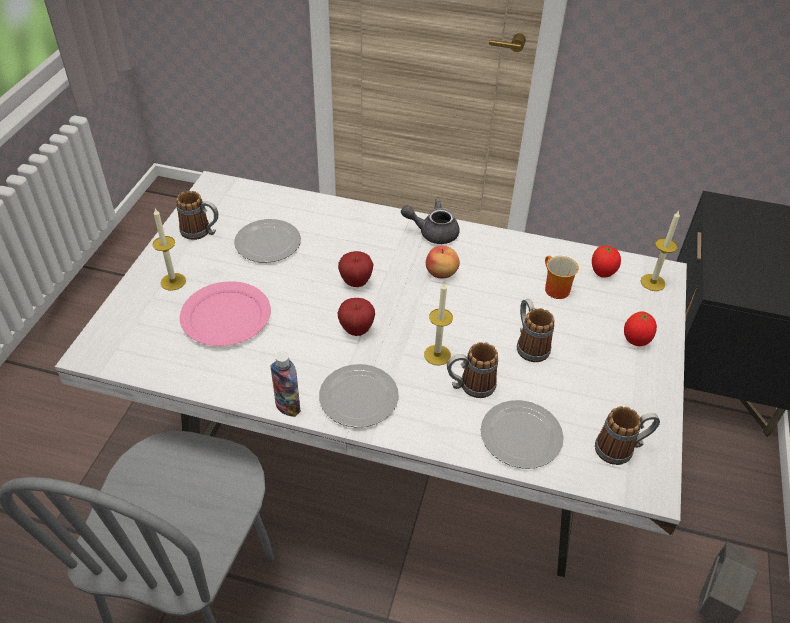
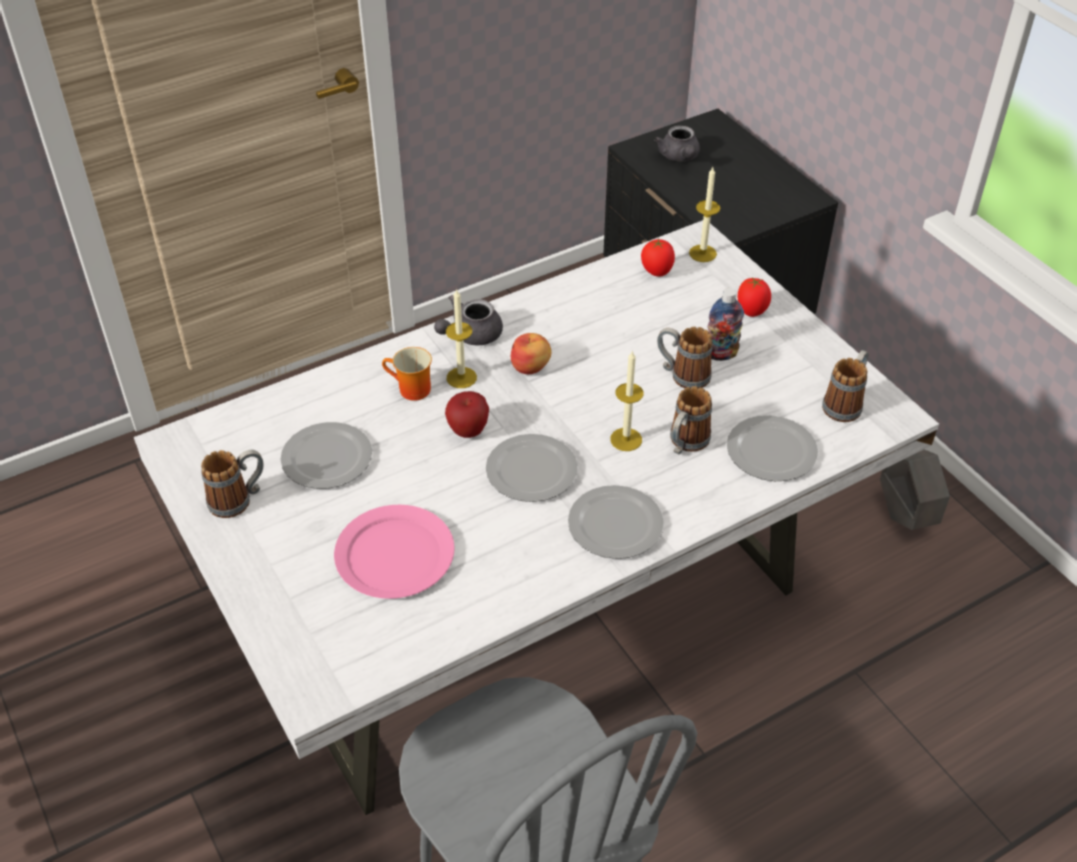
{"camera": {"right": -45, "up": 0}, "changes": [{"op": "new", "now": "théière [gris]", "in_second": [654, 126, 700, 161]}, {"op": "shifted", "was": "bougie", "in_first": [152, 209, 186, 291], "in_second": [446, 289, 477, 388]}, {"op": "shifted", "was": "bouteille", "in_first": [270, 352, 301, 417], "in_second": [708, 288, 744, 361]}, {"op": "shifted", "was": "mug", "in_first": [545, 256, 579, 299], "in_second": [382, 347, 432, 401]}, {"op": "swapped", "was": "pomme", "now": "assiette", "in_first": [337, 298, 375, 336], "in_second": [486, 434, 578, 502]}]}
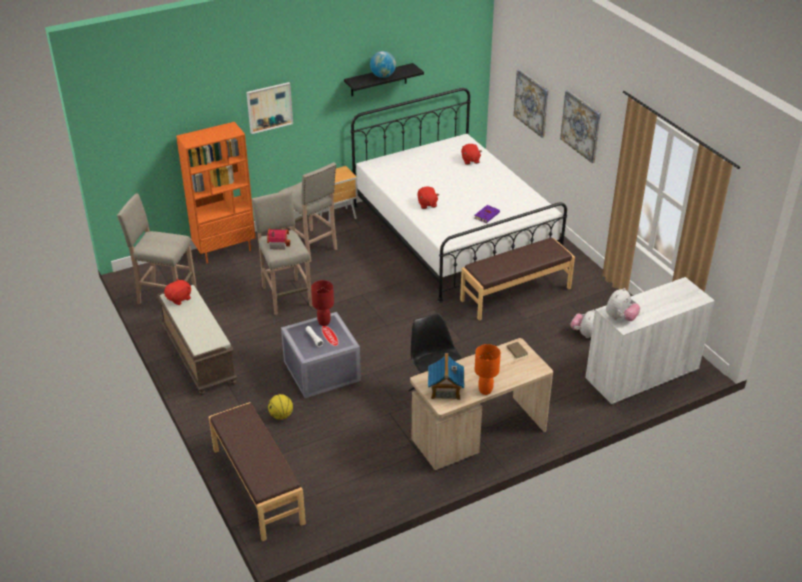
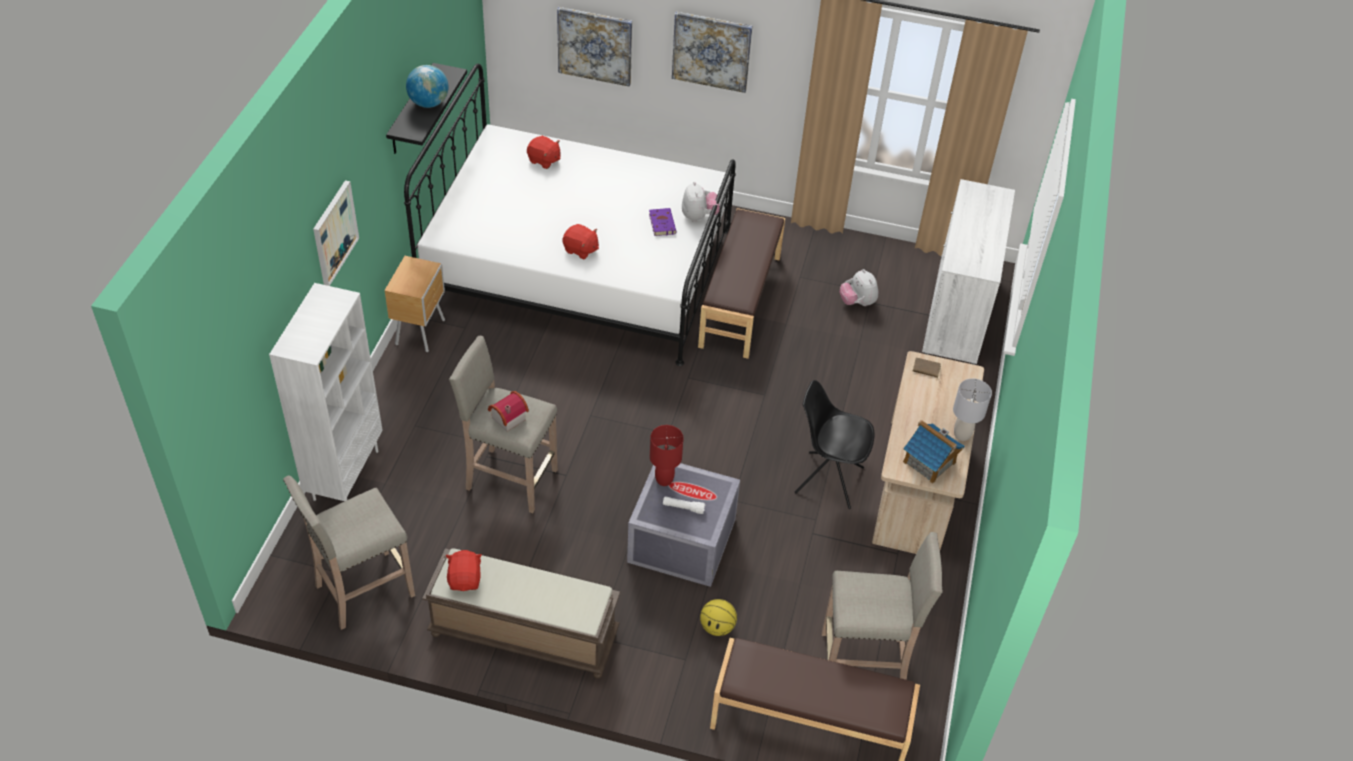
{"camera": {"right": -50, "up": 10}, "changes": [{"op": "shifted", "was": "tabouret [beige]", "in_first": [278, 162, 337, 262], "in_second": [822, 532, 943, 680]}, {"op": "shifted", "was": "peluche", "in_first": [606, 288, 640, 321], "in_second": [682, 182, 720, 222]}, {"op": "repainted", "was": "bibliothèque [orange]", "now": "bibliothèque [blanc]", "in_first": [176, 122, 256, 263], "in_second": [269, 283, 383, 501]}, {"op": "repainted", "was": "lampe de table [orange]", "now": "lampe de table [gris]", "in_first": [475, 344, 501, 395], "in_second": [953, 378, 992, 441]}]}
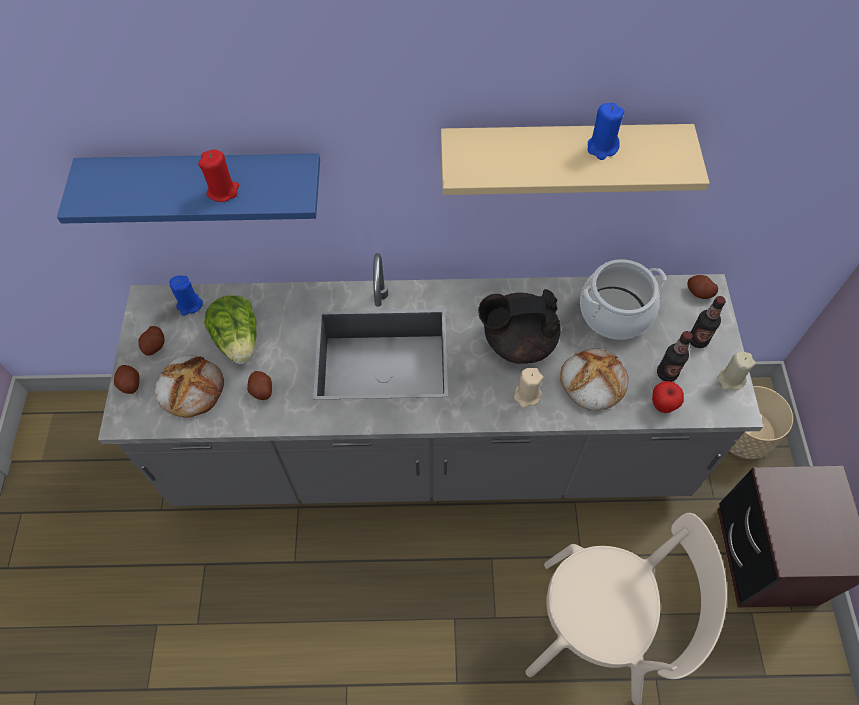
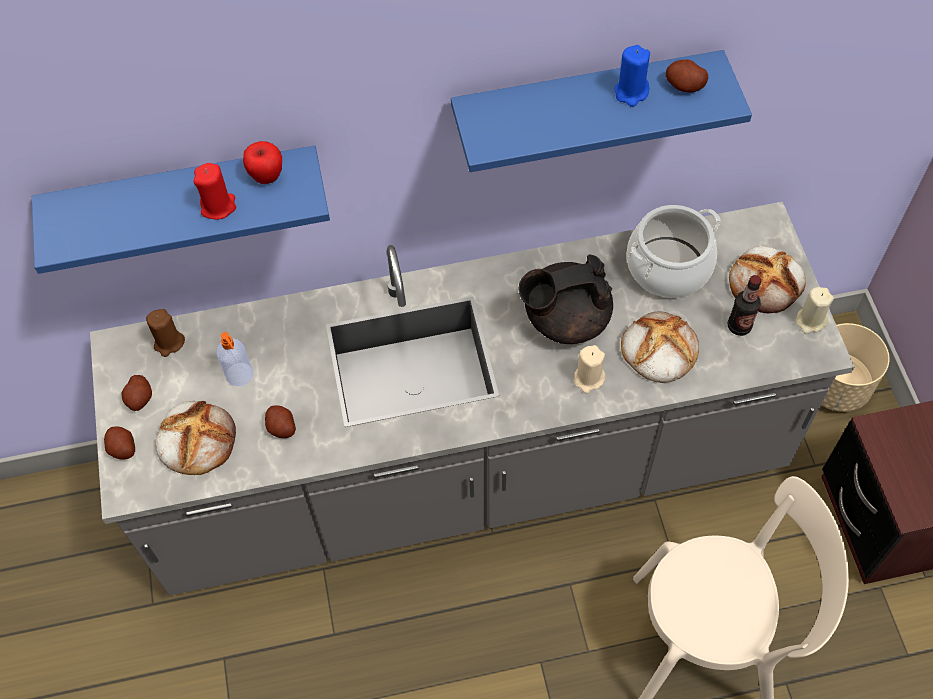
{"camera": {"right": -10, "up": 0}, "changes": [{"op": "shifted", "was": "pomme", "in_first": [652, 381, 684, 413], "in_second": [243, 141, 282, 184]}, {"op": "shifted", "was": "pomme de terre", "in_first": [687, 275, 718, 299], "in_second": [666, 60, 708, 93]}, {"op": "swapped", "was": "laitue", "now": "distributeur de savon", "in_first": [204, 295, 257, 364], "in_second": [217, 332, 253, 386]}, {"op": "swapped", "was": "bouteille", "now": "pain", "in_first": [690, 296, 726, 348], "in_second": [729, 246, 806, 313]}, {"op": "repainted", "was": "bougie [bleu]", "now": "bougie [marron]", "in_first": [169, 276, 203, 316], "in_second": [146, 309, 185, 357]}, {"op": "repainted", "was": "étagère [beige]", "now": "étagère [bleu]", "in_first": [441, 124, 710, 195], "in_second": [451, 50, 752, 172]}]}
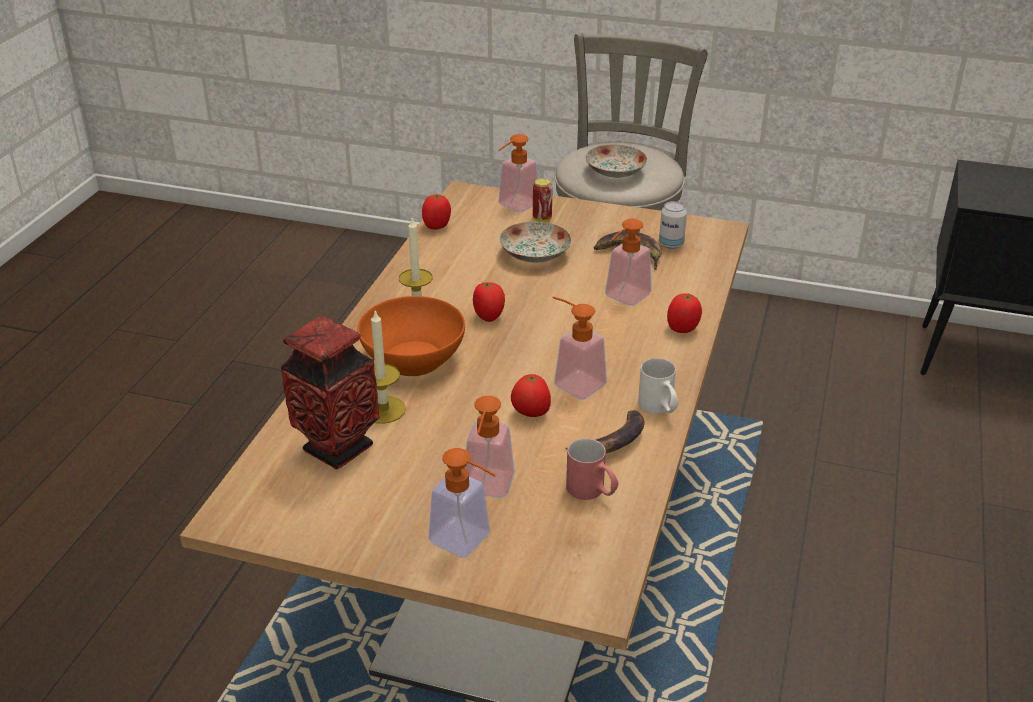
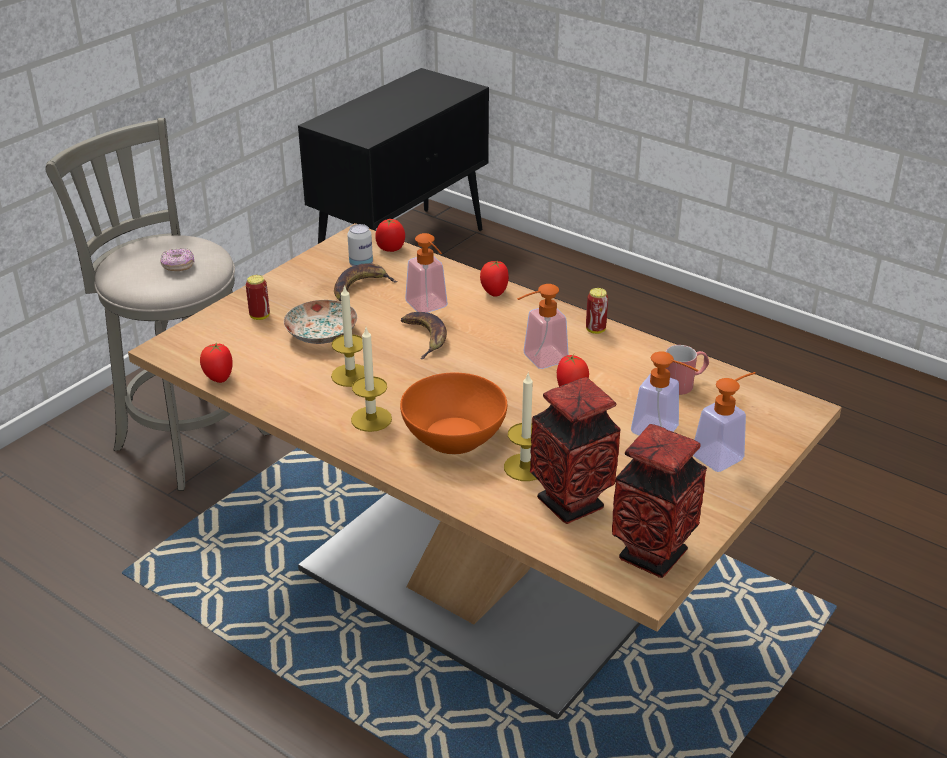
{"camera": {"right": -70, "up": 0}, "changes": [{"op": "gone", "was": "distributeur de savon", "in_first": [498, 134, 538, 212]}, {"op": "new", "now": "bougie", "in_second": [331, 285, 365, 387]}, {"op": "new", "now": "vase", "in_second": [612, 424, 707, 578]}, {"op": "shifted", "was": "tomate", "in_first": [473, 282, 505, 322], "in_second": [375, 219, 405, 252]}, {"op": "shifted", "was": "banane", "in_first": [566, 410, 645, 453], "in_second": [401, 312, 447, 359]}, {"op": "swapped", "was": "assiette", "now": "beignet", "in_first": [585, 145, 647, 178], "in_second": [160, 248, 195, 271]}, {"op": "swapped", "was": "mug [blanc]", "now": "boîte métallique", "in_first": [638, 358, 679, 414], "in_second": [586, 288, 608, 334]}]}
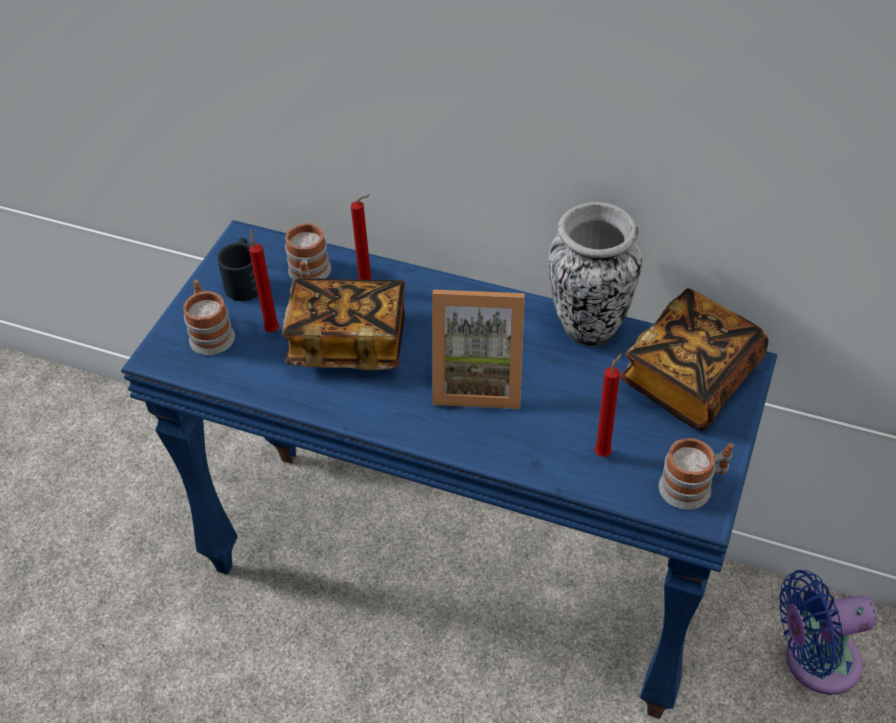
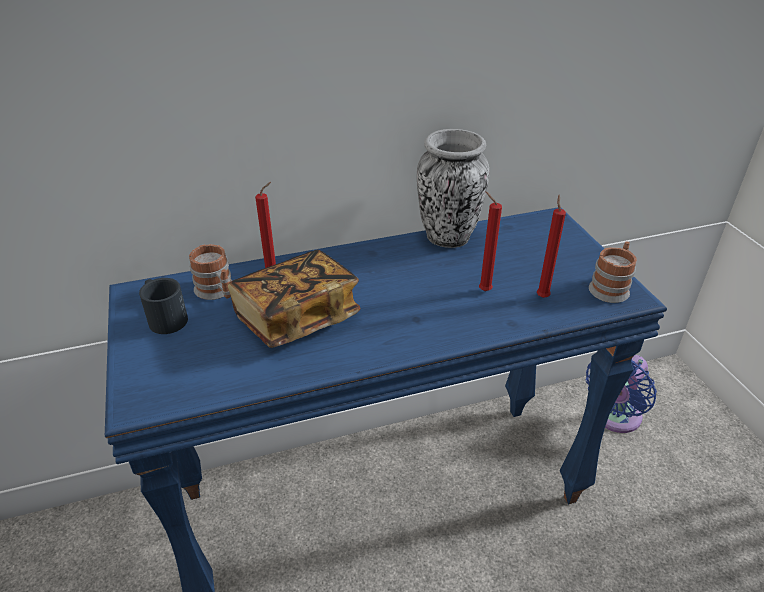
{"camera": {"right": -40, "up": -10}, "changes": [{"op": "gone", "was": "mug", "in_first": [183, 280, 235, 355]}, {"op": "gone", "was": "cadre photo", "in_first": [432, 289, 525, 409]}, {"op": "gone", "was": "livre", "in_first": [620, 288, 768, 430]}, {"op": "shifted", "was": "bougie [rouge]", "in_first": [249, 229, 279, 332], "in_second": [479, 191, 502, 291]}]}
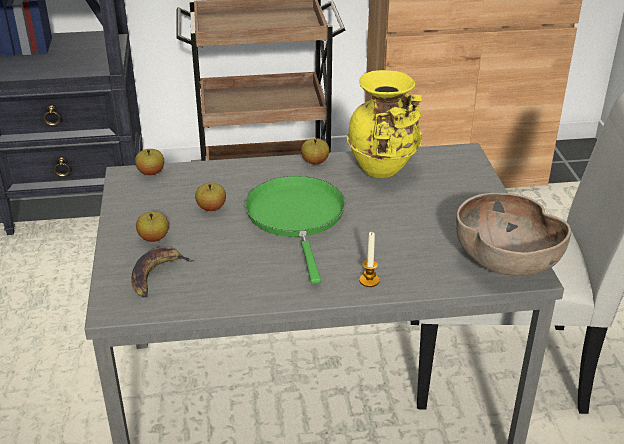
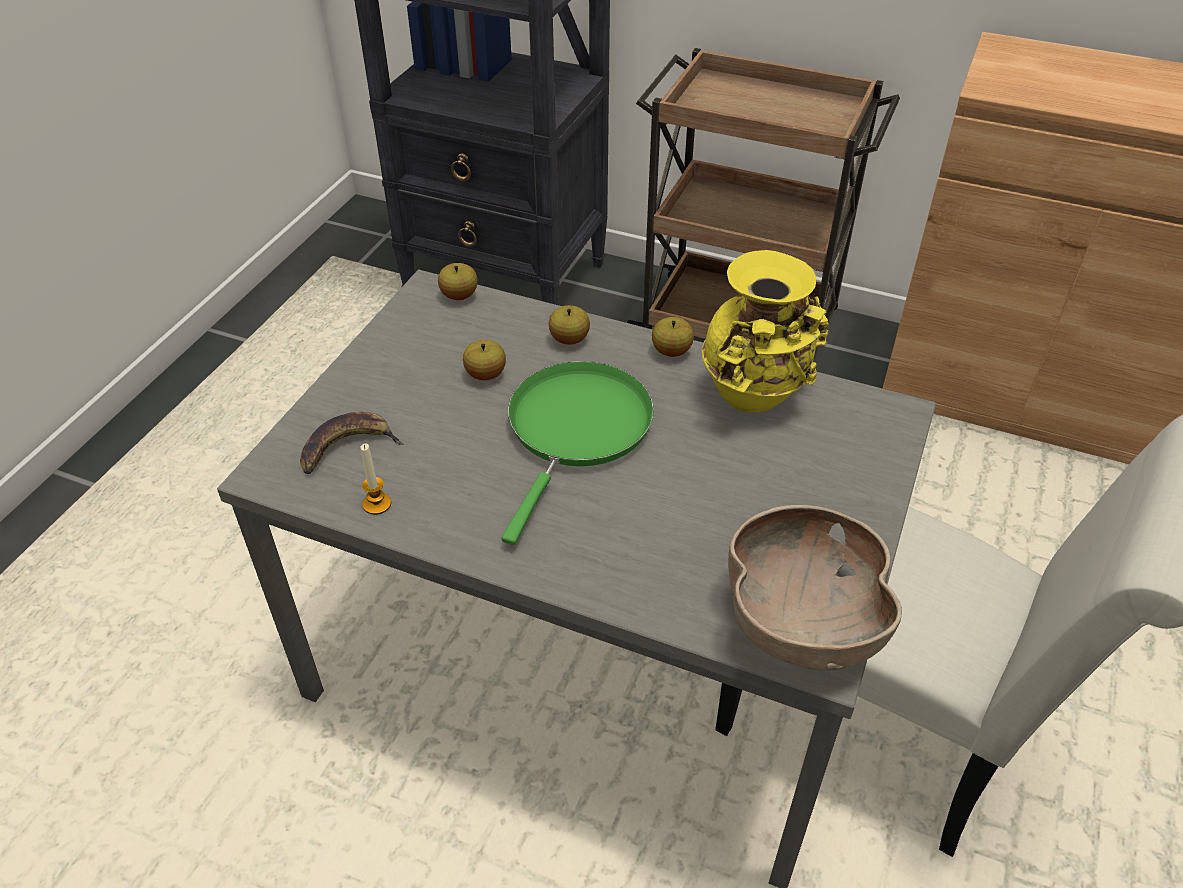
{"camera": {"right": 30, "up": 10}, "changes": [{"op": "shifted", "was": "pomme", "in_first": [136, 211, 169, 242], "in_second": [549, 305, 590, 345]}, {"op": "shifted", "was": "bougie", "in_first": [359, 232, 380, 287], "in_second": [361, 443, 391, 515]}]}
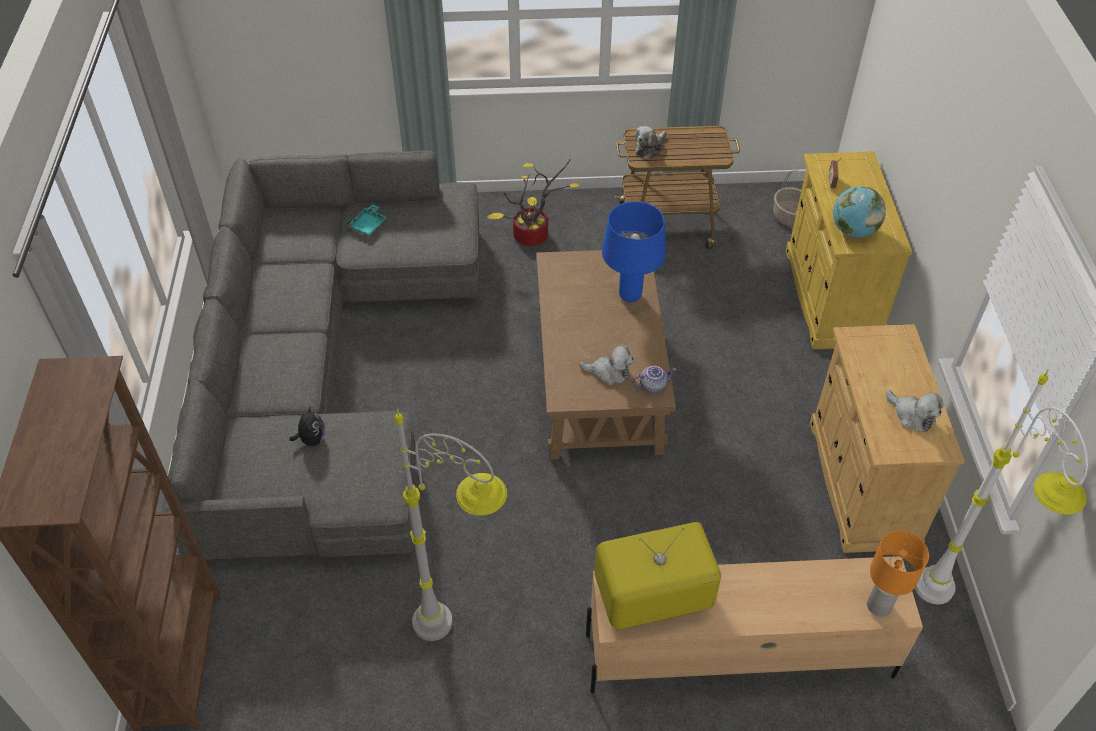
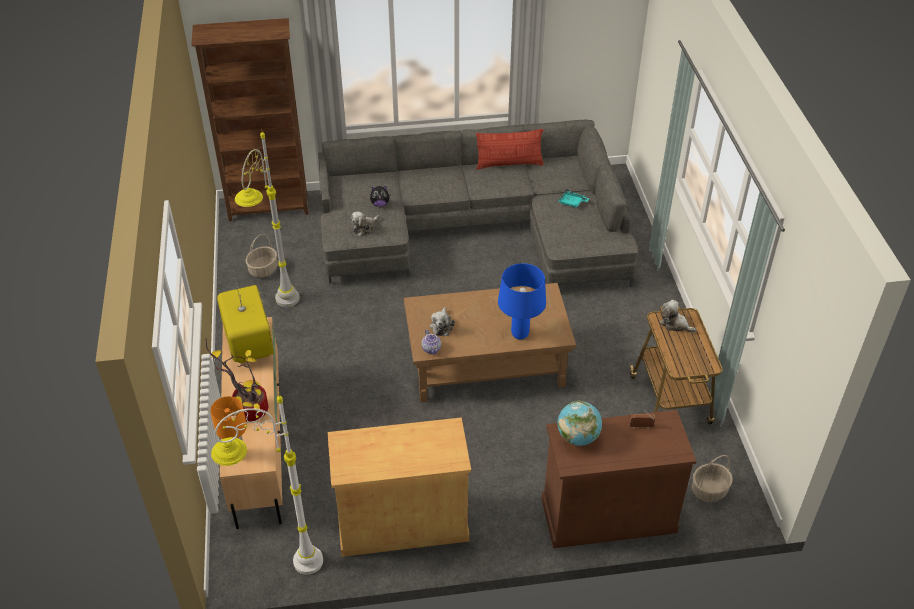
{"camera": {"right": 85, "up": -5}, "changes": [{"op": "new", "now": "panier", "in_second": [246, 234, 277, 278]}, {"op": "new", "now": "coussin", "in_second": [476, 129, 544, 170]}, {"op": "shifted", "was": "plante en pot", "in_first": [487, 159, 581, 246], "in_second": [206, 338, 269, 421]}, {"op": "shifted", "was": "peluche", "in_first": [886, 390, 944, 432], "in_second": [351, 212, 380, 236]}, {"op": "repainted", "was": "meuble de rangement [jaune]", "now": "meuble de rangement [marron]", "in_first": [786, 151, 913, 349], "in_second": [541, 410, 696, 548]}]}
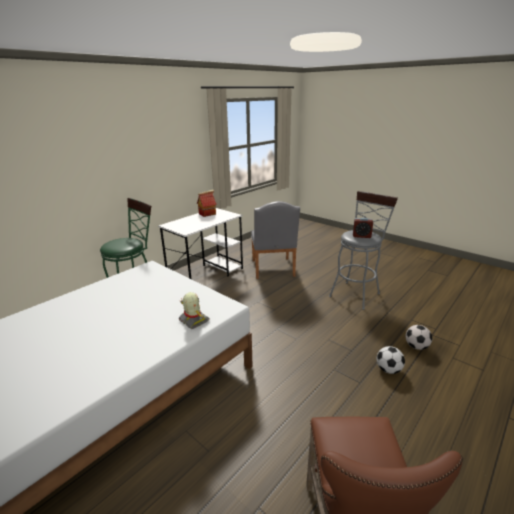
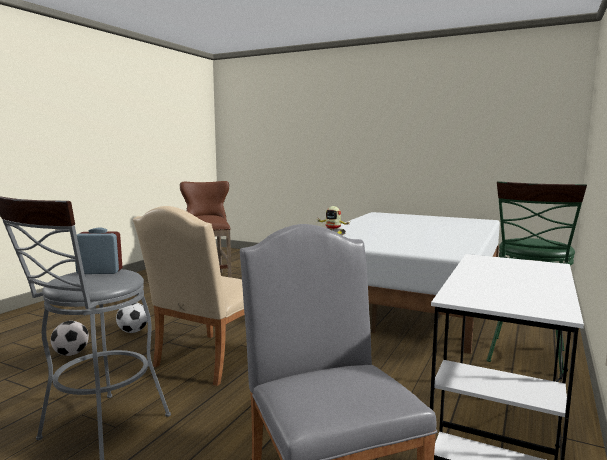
{"camera": {"right": 165, "up": -15}, "changes": [{"op": "gone", "was": "maison miniature", "in_first": [197, 189, 217, 217]}, {"op": "new", "now": "chaise [beige]", "in_second": [133, 206, 245, 386]}]}
